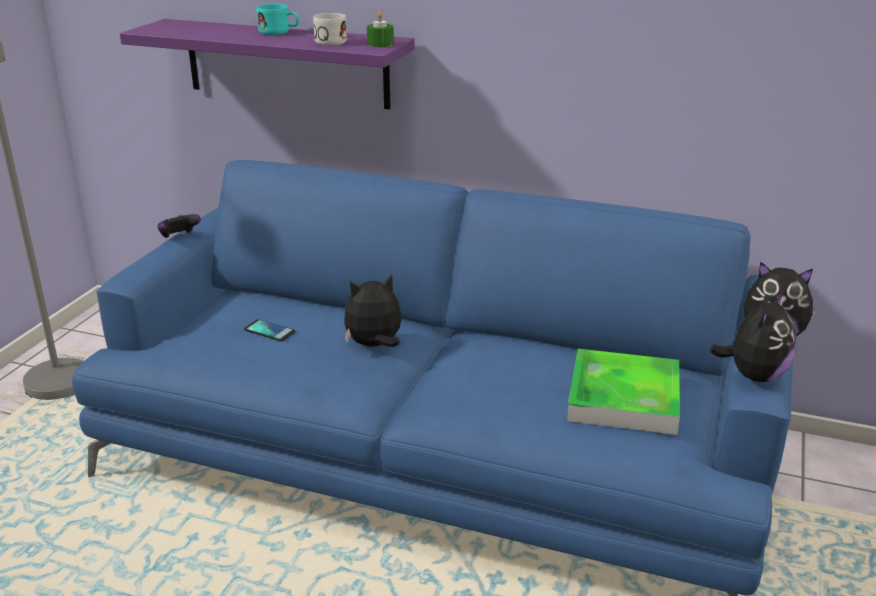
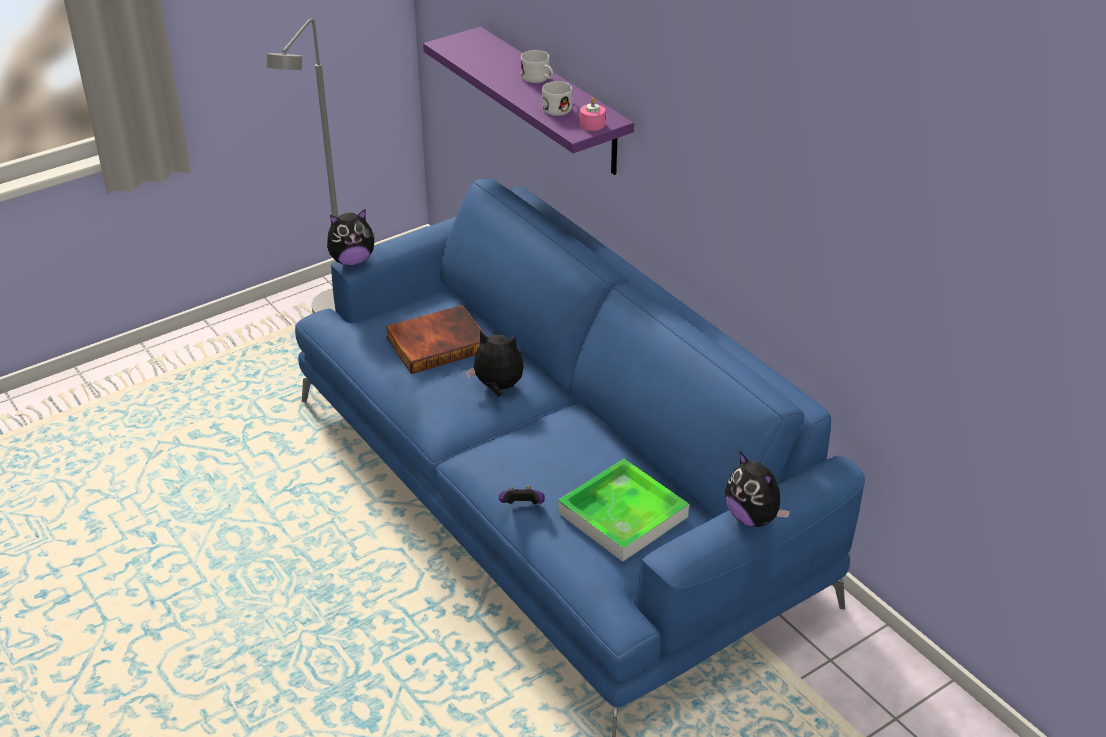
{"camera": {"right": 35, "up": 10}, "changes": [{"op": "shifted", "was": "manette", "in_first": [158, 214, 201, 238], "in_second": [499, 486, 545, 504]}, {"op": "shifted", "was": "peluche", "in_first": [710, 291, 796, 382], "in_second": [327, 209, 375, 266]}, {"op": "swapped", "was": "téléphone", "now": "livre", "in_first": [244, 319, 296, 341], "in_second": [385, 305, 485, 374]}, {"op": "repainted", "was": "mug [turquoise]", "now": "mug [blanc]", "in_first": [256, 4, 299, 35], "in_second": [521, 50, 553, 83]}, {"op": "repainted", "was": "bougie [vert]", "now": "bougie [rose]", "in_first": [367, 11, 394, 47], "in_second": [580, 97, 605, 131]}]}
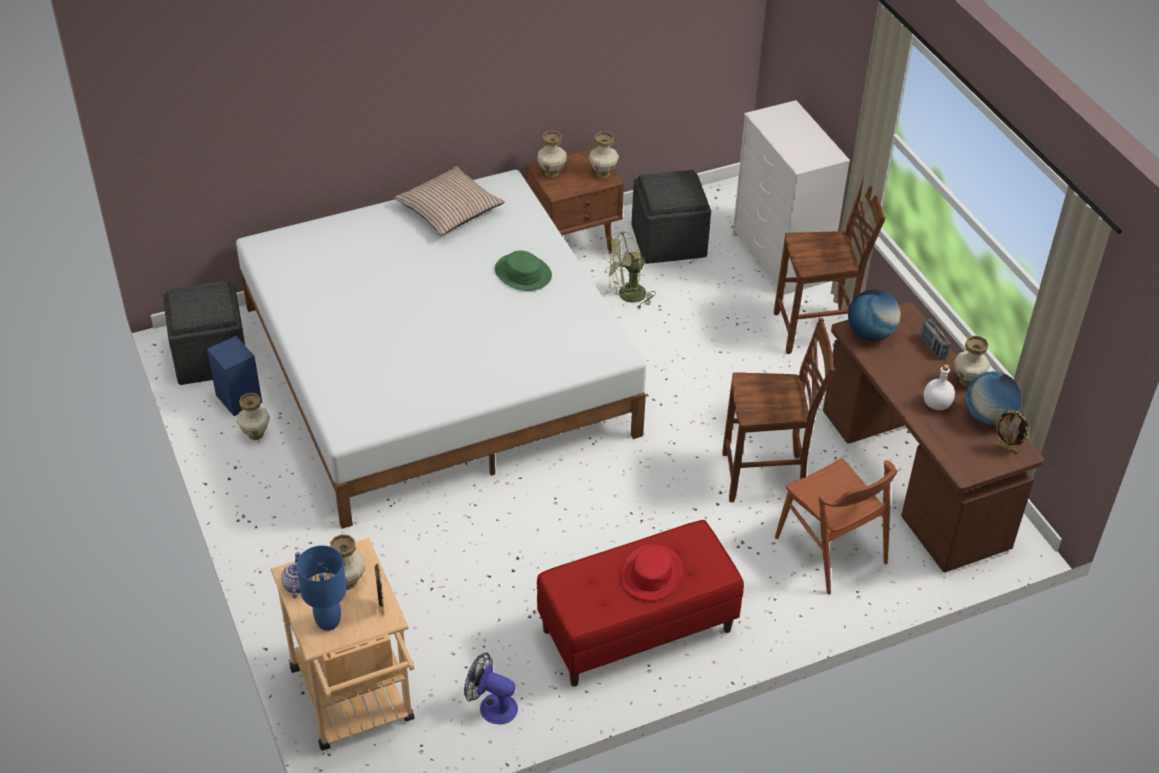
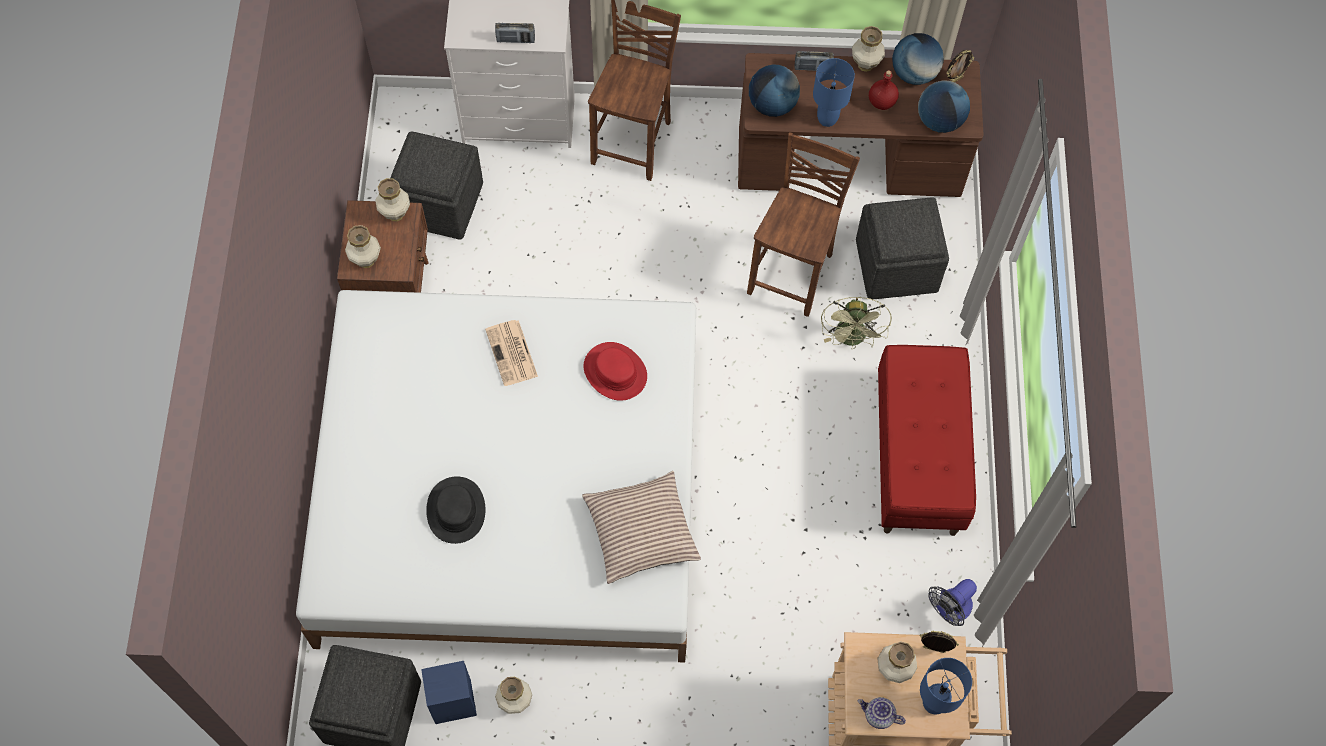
{"camera": {"right": -65, "up": 20}, "changes": [{"op": "new", "now": "chapeau [noir]", "in_second": [426, 477, 485, 544]}, {"op": "new", "now": "radio", "in_second": [495, 23, 535, 43]}, {"op": "new", "now": "lampe de table [bleu]", "in_second": [813, 58, 855, 127]}, {"op": "new", "now": "globe", "in_second": [918, 80, 970, 133]}, {"op": "shifted", "was": "coussin", "in_first": [394, 166, 505, 236], "in_second": [582, 471, 701, 584]}, {"op": "shifted", "was": "ventilateur [vert]", "in_first": [603, 231, 656, 309], "in_second": [821, 297, 892, 349]}, {"op": "shifted", "was": "chapeau [rouge]", "in_first": [621, 545, 682, 600], "in_second": [584, 342, 647, 401]}, {"op": "swapped", "was": "chapeau [vert]", "now": "journal", "in_first": [495, 250, 552, 291], "in_second": [485, 320, 538, 386]}, {"op": "swapped", "was": "chaise [marron]", "now": "pouf [gris]", "in_first": [775, 458, 898, 595], "in_second": [856, 197, 949, 299]}, {"op": "repainted", "was": "bouteille [blanc]", "now": "bouteille [rouge]", "in_first": [923, 364, 955, 410], "in_second": [869, 70, 899, 110]}]}
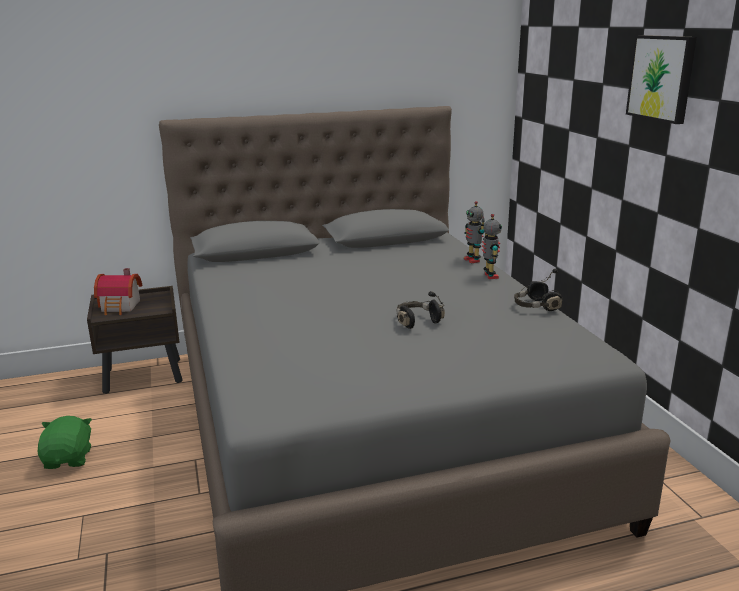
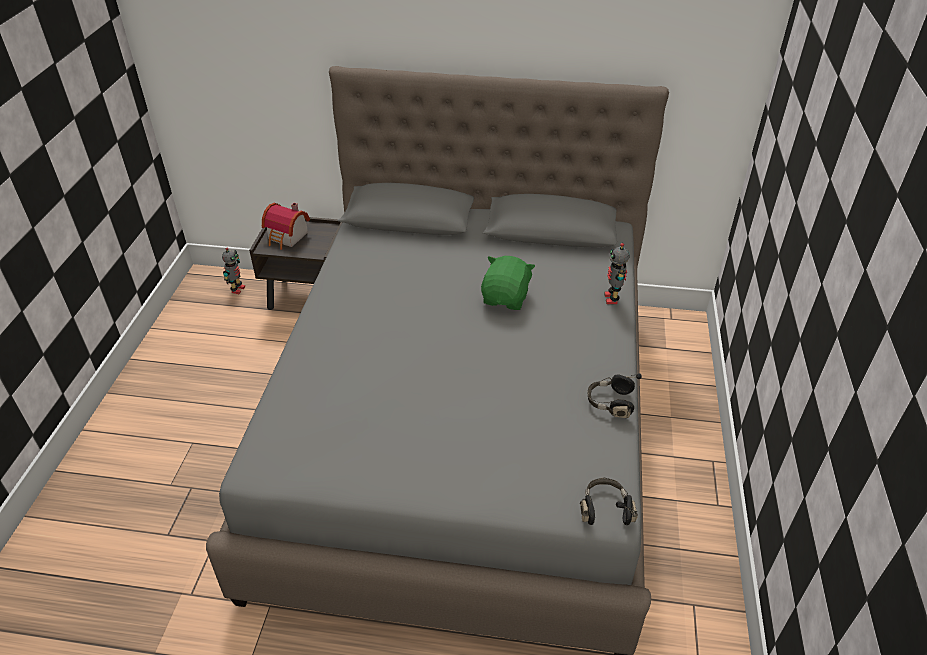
{"camera": {"right": 25, "up": 20}, "changes": [{"op": "gone", "was": "tableau", "in_first": [626, 35, 697, 124]}, {"op": "shifted", "was": "peluche [vert]", "in_first": [37, 416, 92, 469], "in_second": [481, 256, 535, 310]}, {"op": "shifted", "was": "casque audio [noir]", "in_first": [397, 291, 445, 329], "in_second": [580, 477, 638, 525]}, {"op": "shifted", "was": "robot jouet", "in_first": [482, 214, 502, 279], "in_second": [222, 247, 245, 294]}]}
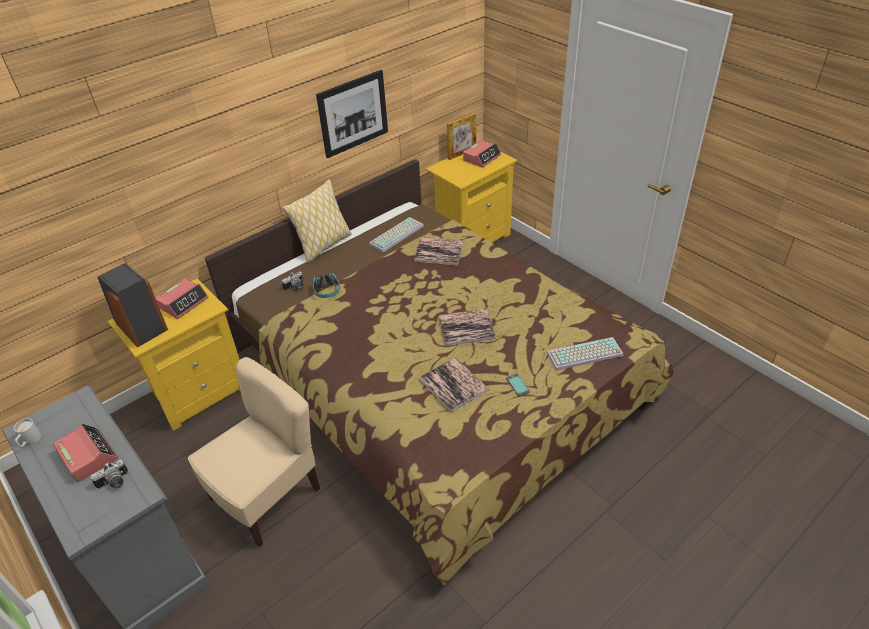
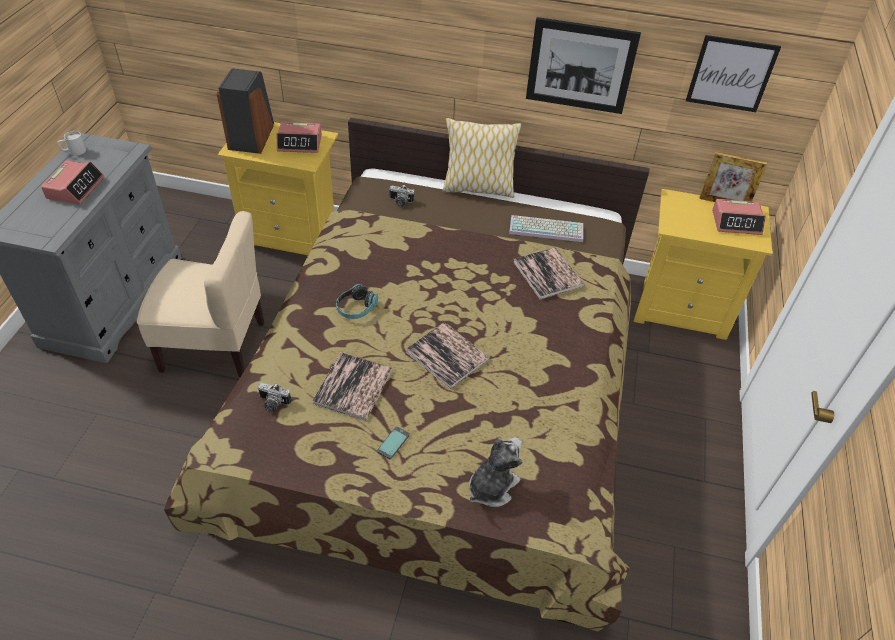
{"camera": {"right": 50, "up": 5}, "changes": [{"op": "new", "now": "tableau", "in_second": [686, 35, 781, 112]}, {"op": "shifted", "was": "appareil photo", "in_first": [90, 460, 128, 489], "in_second": [258, 382, 291, 412]}, {"op": "shifted", "was": "casque audio", "in_first": [313, 273, 340, 298], "in_second": [336, 284, 378, 319]}, {"op": "swapped", "was": "clavier", "now": "peluche", "in_first": [547, 337, 623, 370], "in_second": [469, 437, 523, 507]}]}
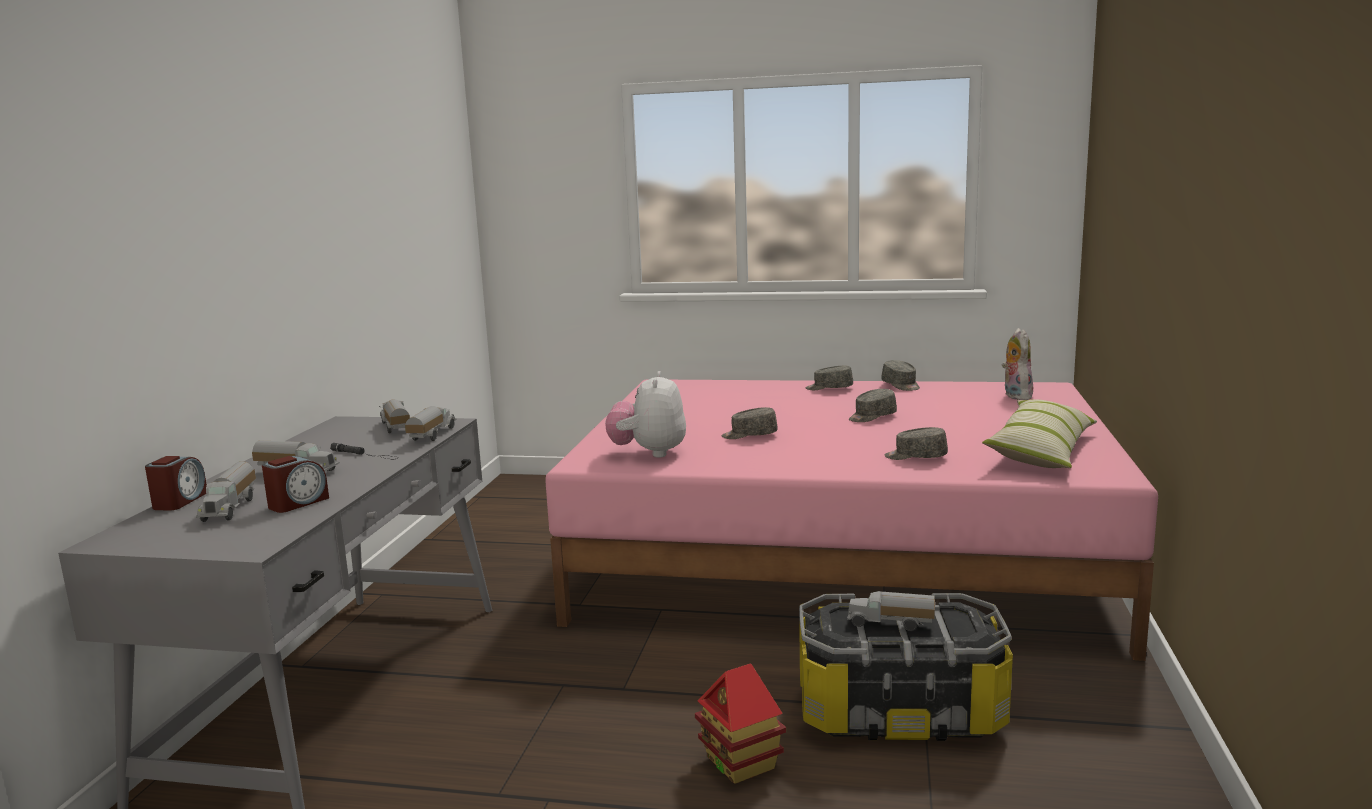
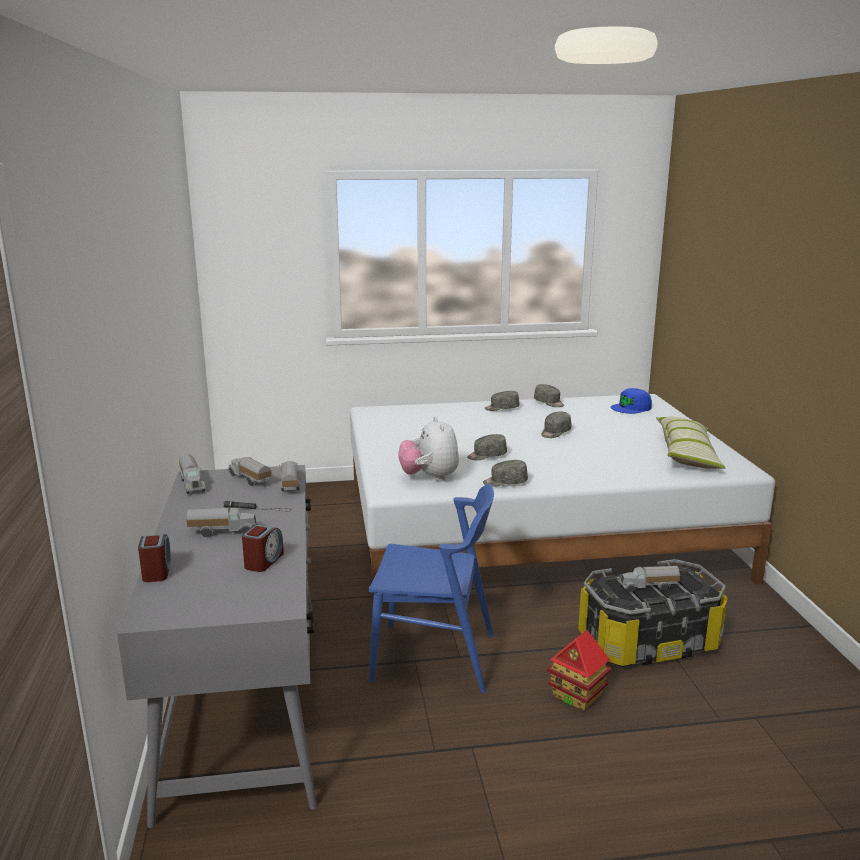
{"camera": {"right": -20, "up": 5}, "changes": [{"op": "new", "now": "chaise [bleu]", "in_second": [369, 484, 494, 693]}, {"op": "shifted", "was": "camion jouet", "in_first": [196, 461, 256, 522], "in_second": [179, 454, 206, 494]}, {"op": "shifted", "was": "casquette [gris]", "in_first": [884, 427, 948, 460], "in_second": [483, 460, 528, 487]}, {"op": "swapped", "was": "peluche", "now": "casquette [bleu]", "in_first": [1002, 328, 1033, 400], "in_second": [611, 388, 652, 414]}, {"op": "repainted", "was": "lit [rose]", "now": "lit [blanc]", "in_first": [545, 379, 1158, 661], "in_second": [350, 394, 775, 610]}]}
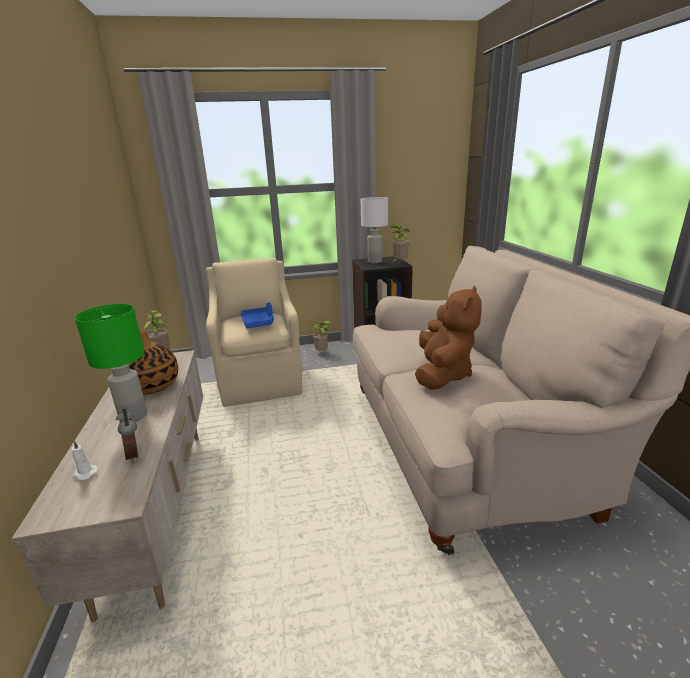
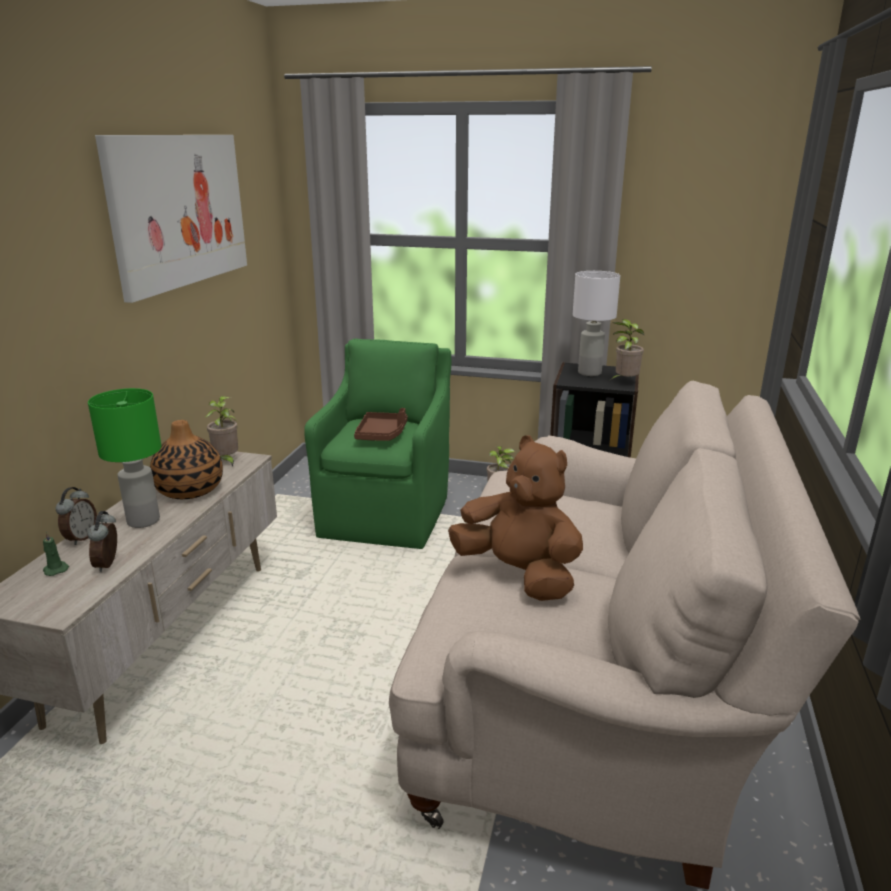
{"camera": {"right": 25, "up": 0}, "changes": [{"op": "new", "now": "réveil", "in_second": [56, 487, 97, 545]}, {"op": "new", "now": "tableau", "in_second": [95, 135, 247, 303]}, {"op": "repainted", "was": "bougie [blanc]", "now": "bougie [vert]", "in_first": [72, 440, 98, 480], "in_second": [43, 531, 69, 576]}, {"op": "repainted", "was": "fauteuil [beige]", "now": "fauteuil [vert]", "in_first": [206, 258, 302, 407], "in_second": [304, 339, 451, 549]}, {"op": "repainted", "was": "plateau [bleu]", "now": "plateau [marron]", "in_first": [241, 302, 274, 328], "in_second": [354, 408, 408, 441]}, {"op": "rotated", "was": "peluche [marron]", "in_first": [415, 286, 482, 390], "in_second": [448, 435, 583, 601], "clockwise": -90}]}
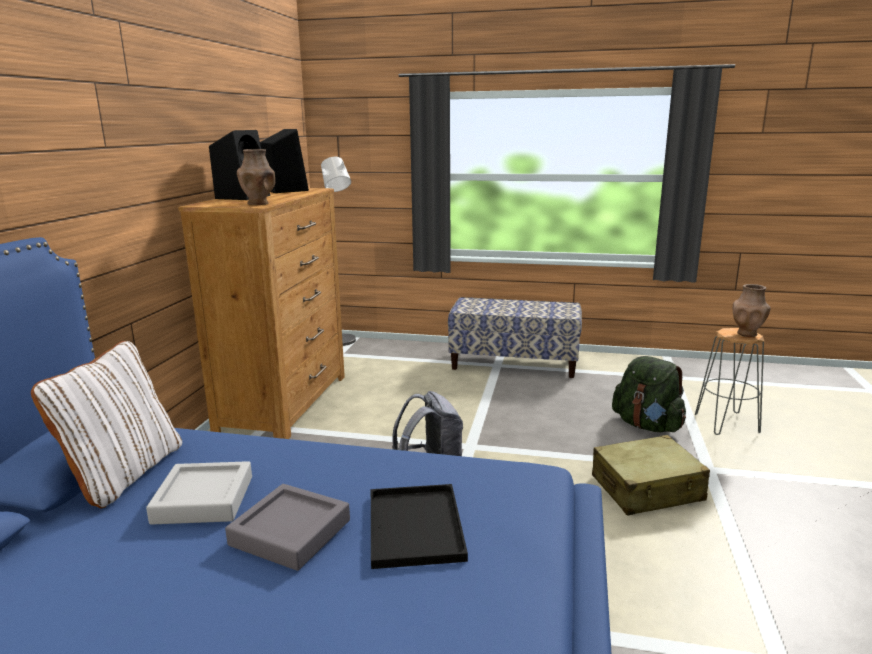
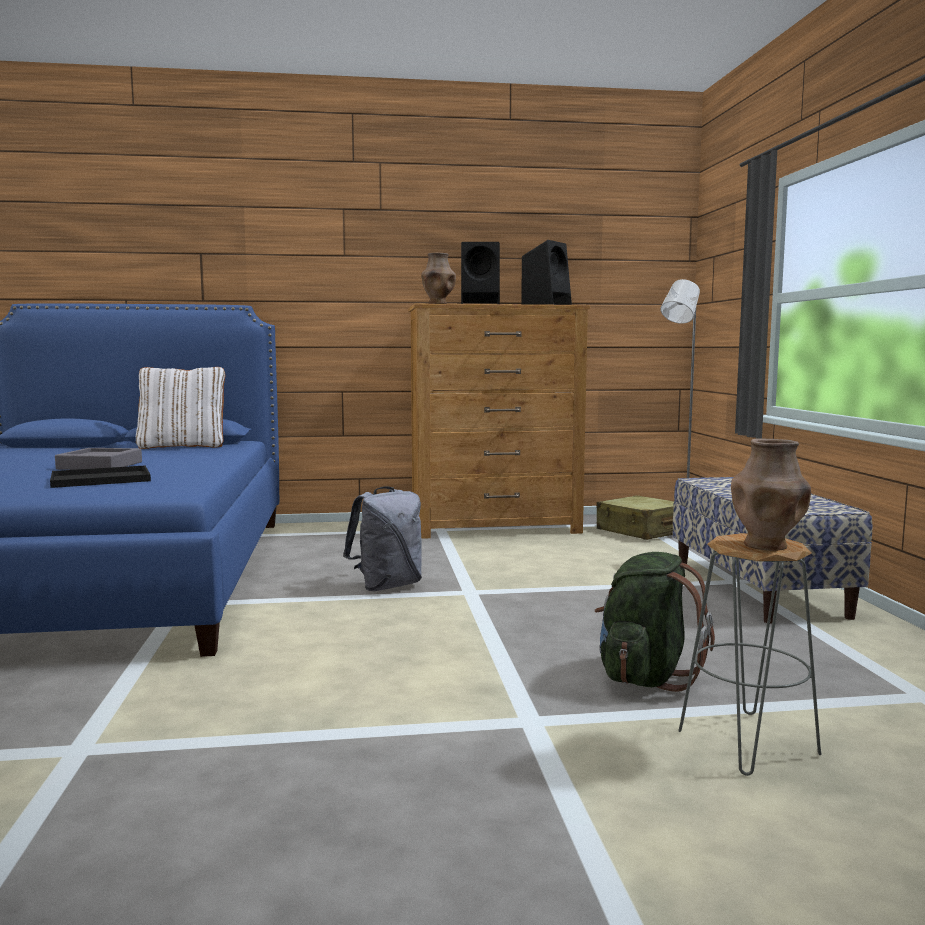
{"camera": {"right": 70, "up": -10}, "changes": [{"op": "gone", "was": "plateau [gris]", "in_first": [146, 461, 252, 525]}, {"op": "shifted", "was": "valise [beige]", "in_first": [592, 435, 710, 516], "in_second": [596, 495, 674, 540]}]}
